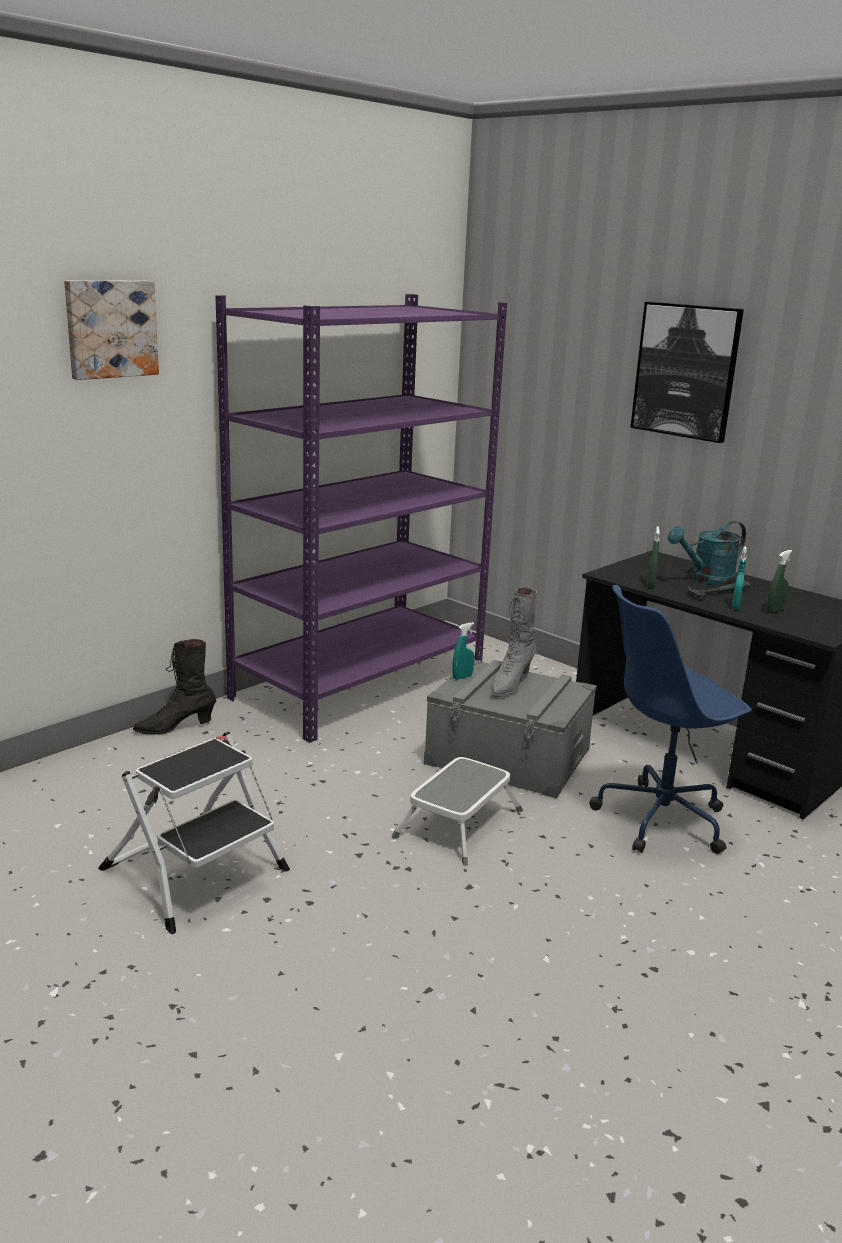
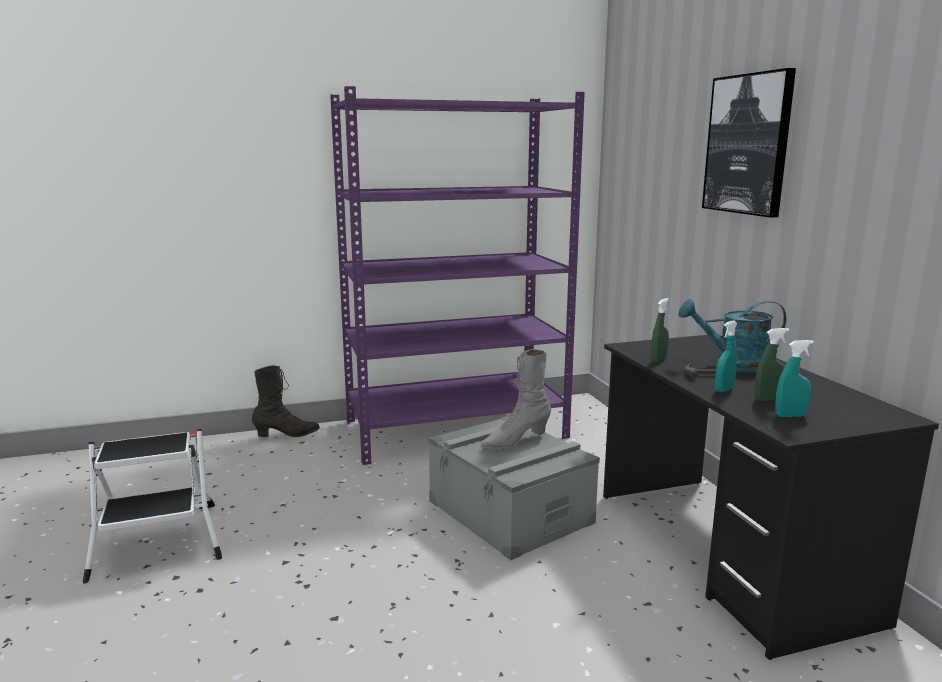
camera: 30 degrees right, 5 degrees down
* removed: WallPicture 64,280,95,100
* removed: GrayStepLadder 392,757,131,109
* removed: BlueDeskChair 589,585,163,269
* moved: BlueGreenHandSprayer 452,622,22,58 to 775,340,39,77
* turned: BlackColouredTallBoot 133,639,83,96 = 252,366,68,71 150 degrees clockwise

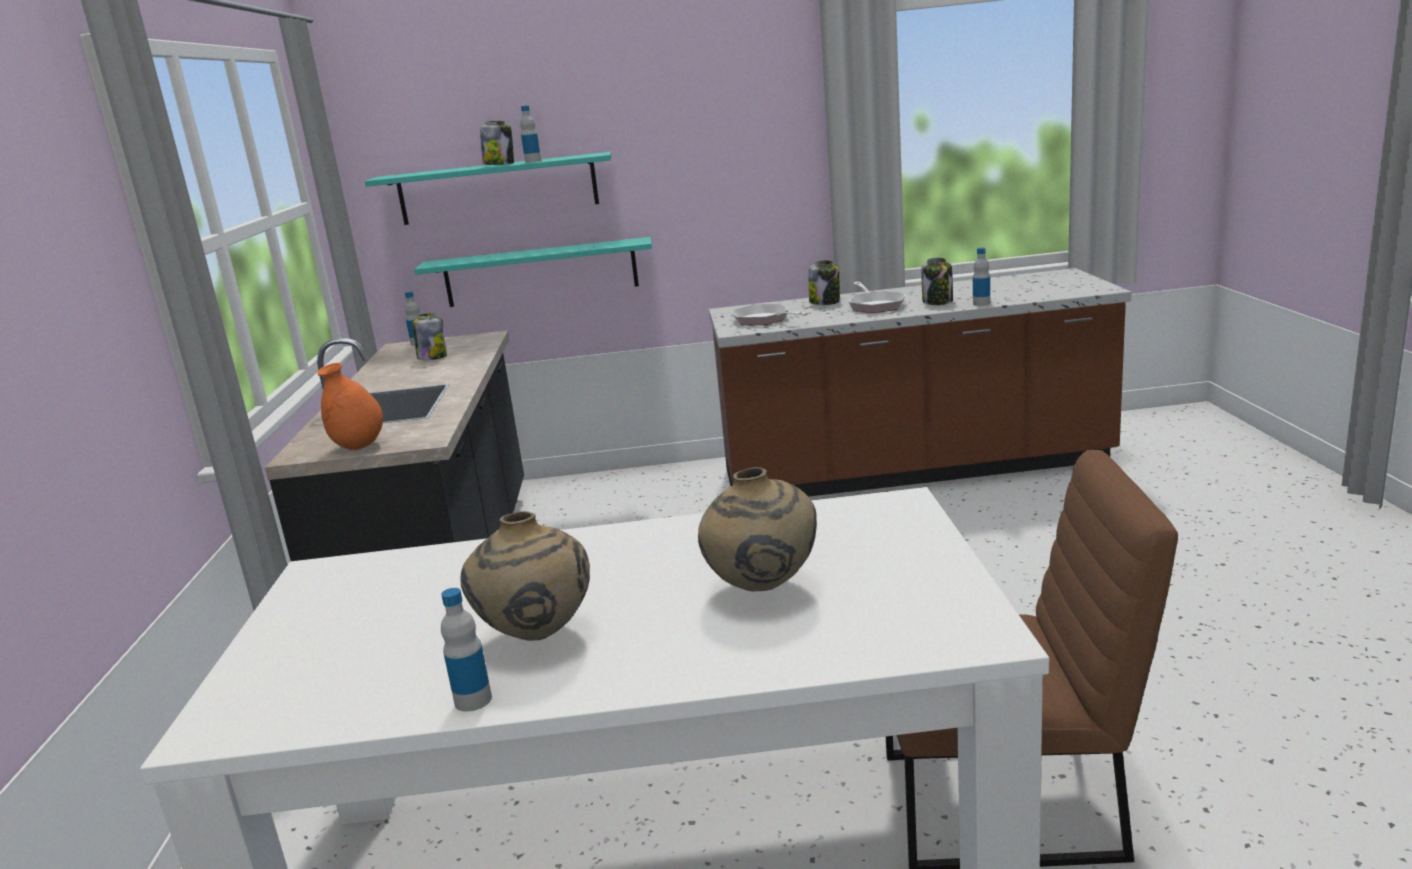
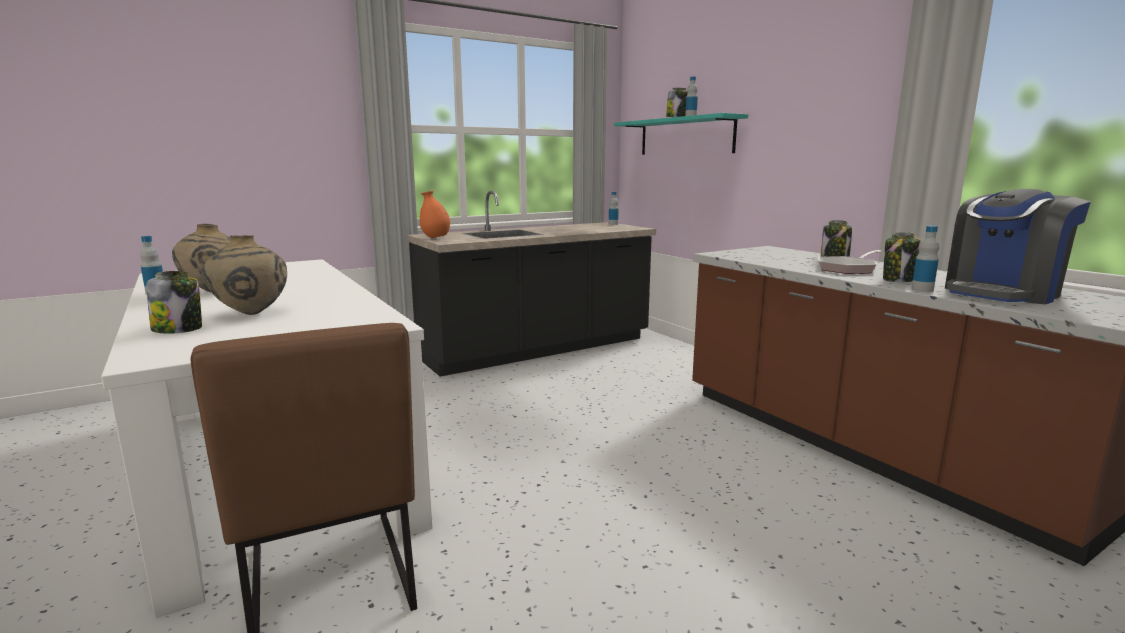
camera: 60 degrees right, 5 degrees down
* removed: BlueGreenWallShelf 414,237,238,70
* removed: Skillet 732,304,76,21
* added: CoffeeMaker 945,189,146,115
* moved: PreserveJar 413,313,34,47 to 147,271,55,63

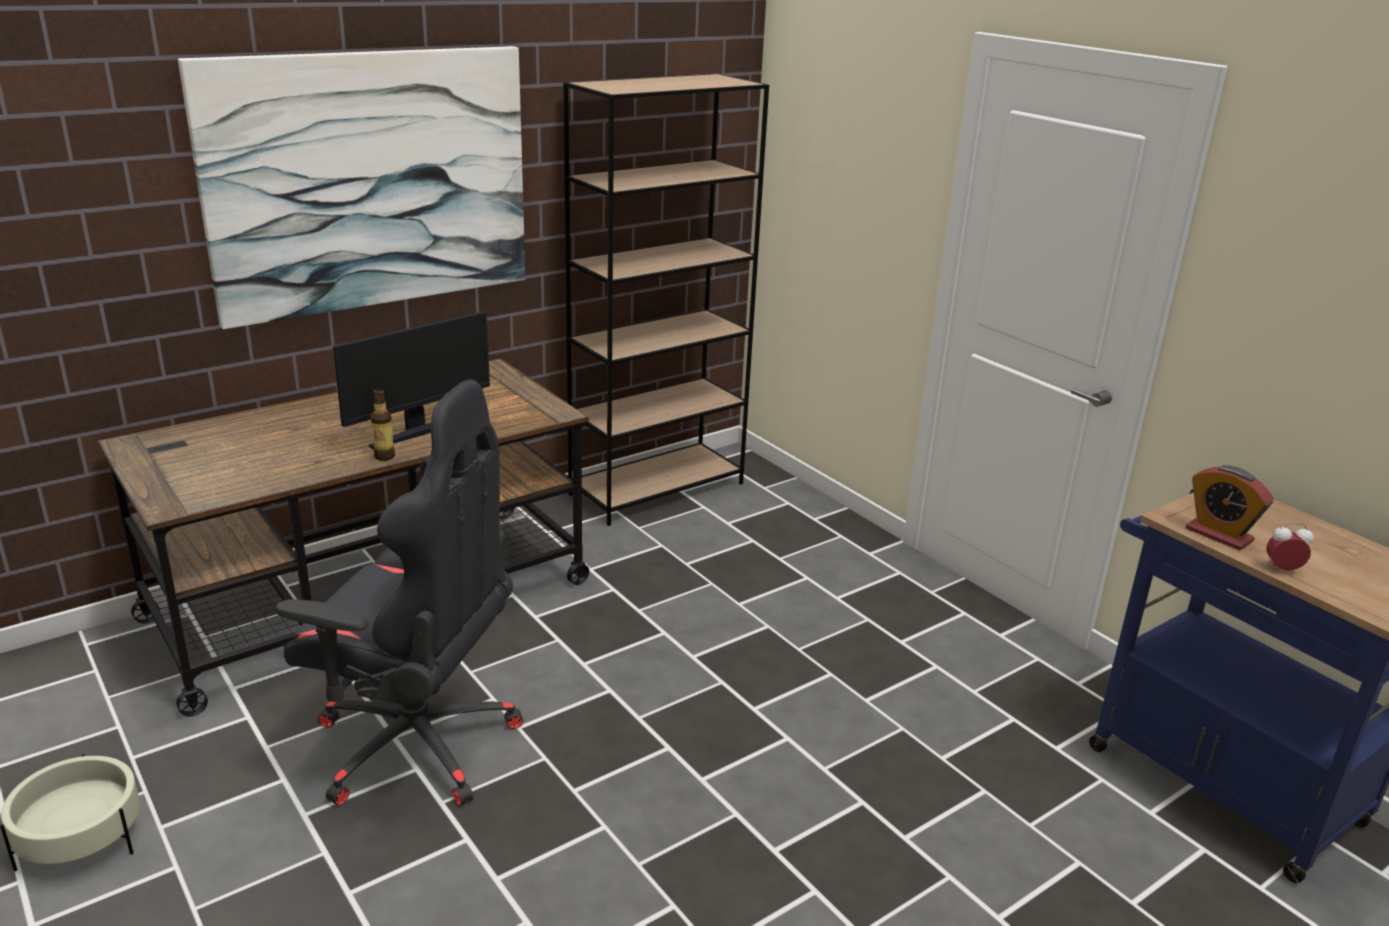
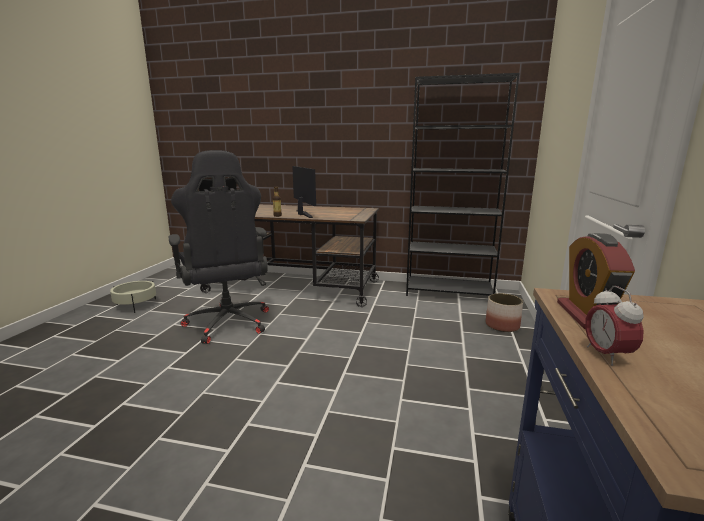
camera: 50 degrees right, 10 degrees down
* removed: WallPicture 178,46,347,283
* added: FlowerPot 486,293,37,39
* recoloured: SandColouredBookcase 563,73,206,453 to BlackColouredBookcase 406,73,114,223
* turned: ComputerDisplay 333,311,157,138 = 292,166,24,52 120 degrees counterclockwise
* turned: BedsideClock 1266,523,48,48 = 585,286,59,80 150 degrees counterclockwise

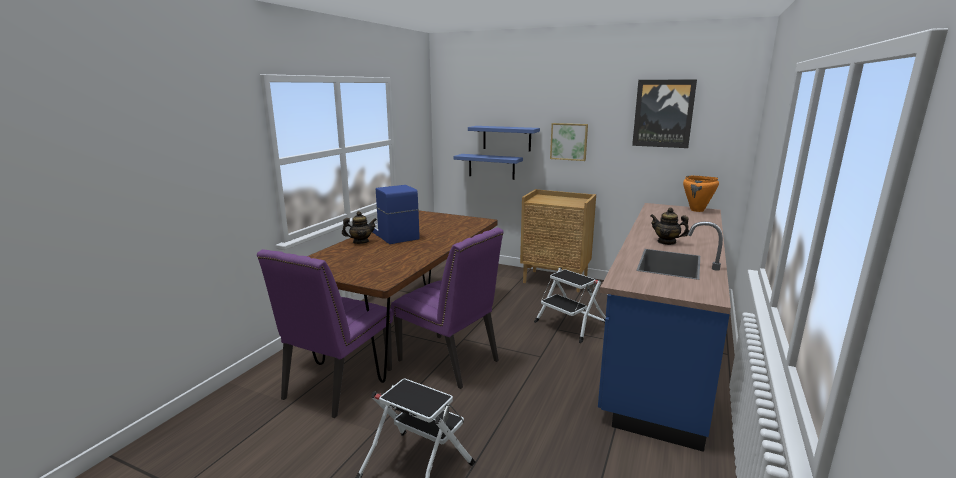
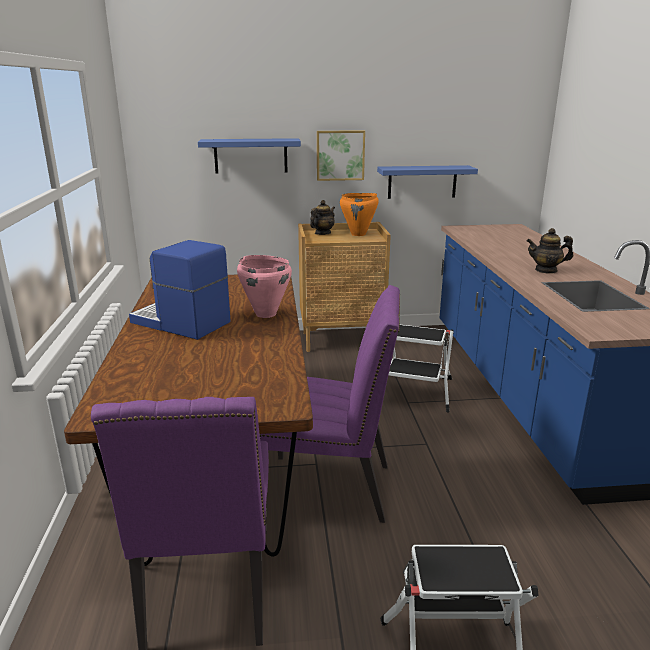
camera: 30 degrees left, 5 degrees up
* removed: WallPicture 632,79,65,69
* added: PinkColouredCookingPot 237,255,55,63
* moved: PotForTea 342,211,35,33 to 310,200,25,35
* moved: BlueWallShelf 453,154,70,26 to 377,165,101,34
* moved: OrangeCookingPot 683,176,36,36 to 340,193,39,43

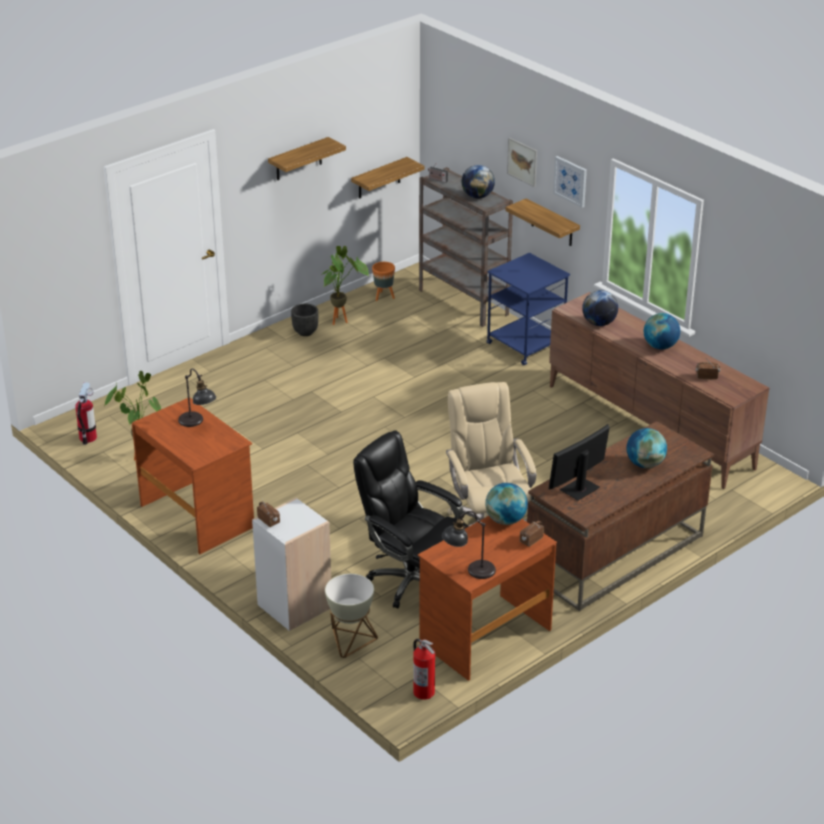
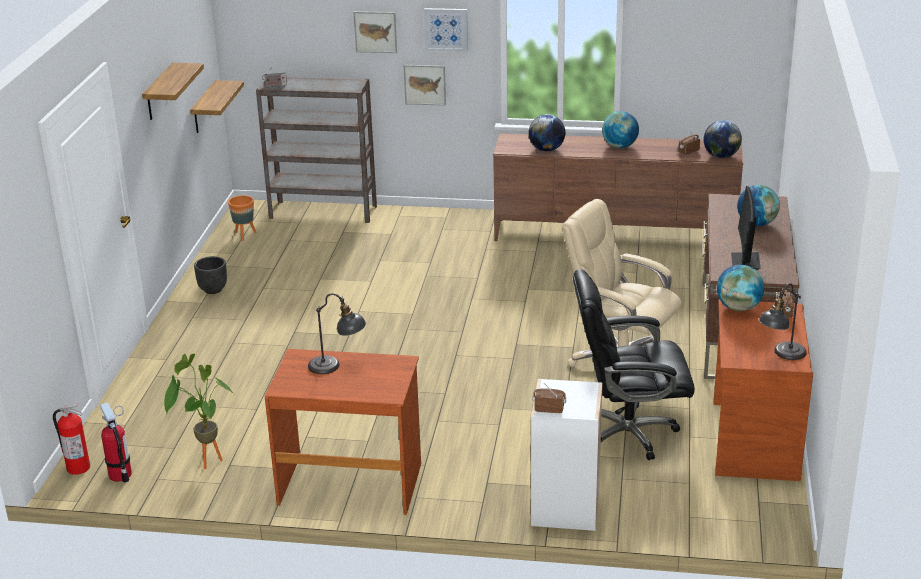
camera: 40 degrees left, 5 degrees down
* removed: PlantInAPot 321,246,48,79
* removed: FlowerPot 325,574,53,84
* removed: BlueCart 486,253,84,112
* moved: Extinguisher 413,639,22,61 to 53,404,37,71
* moved: Globe 462,165,33,34 to 704,120,38,38
* replaced: WallShelf 505,199,75,47 to WallPicture 403,65,43,41

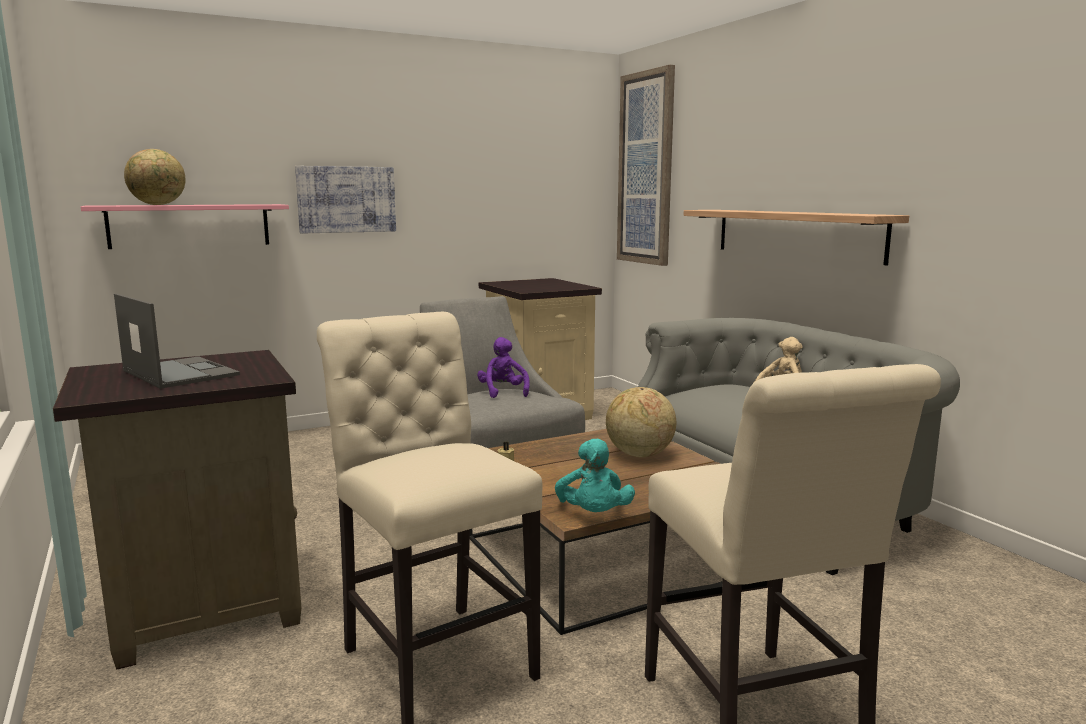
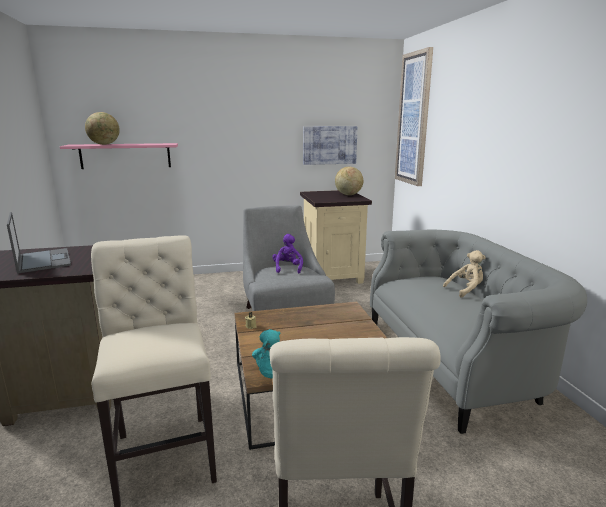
camera: 15 degrees right, 5 degrees up
* removed: WallShelf 683,210,226,55
* moved: WallPicture 295,166,101,68 to 303,126,55,39
* moved: Globe 606,387,70,70 to 335,167,28,28

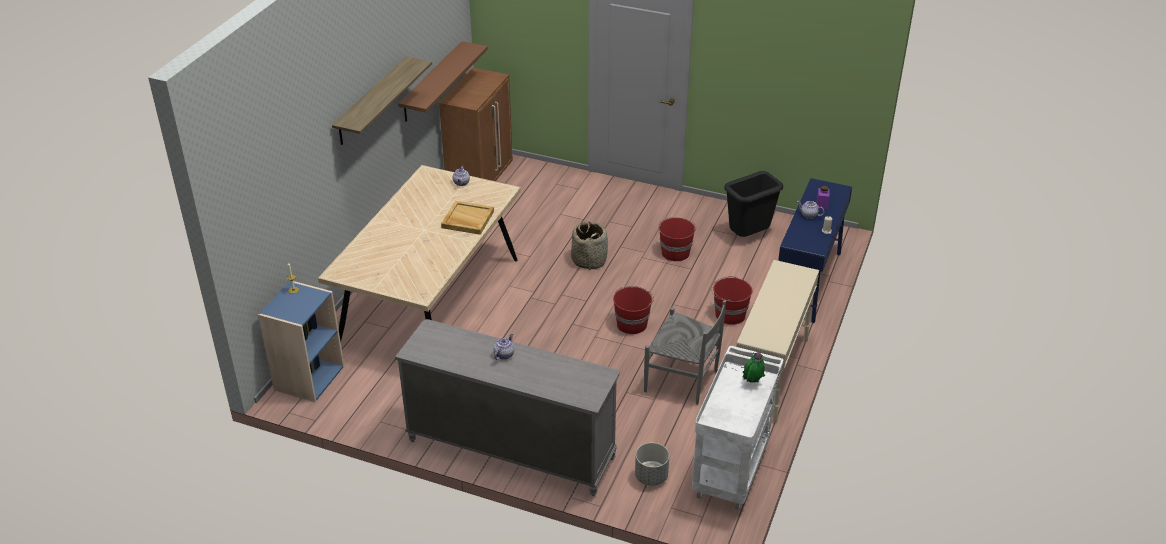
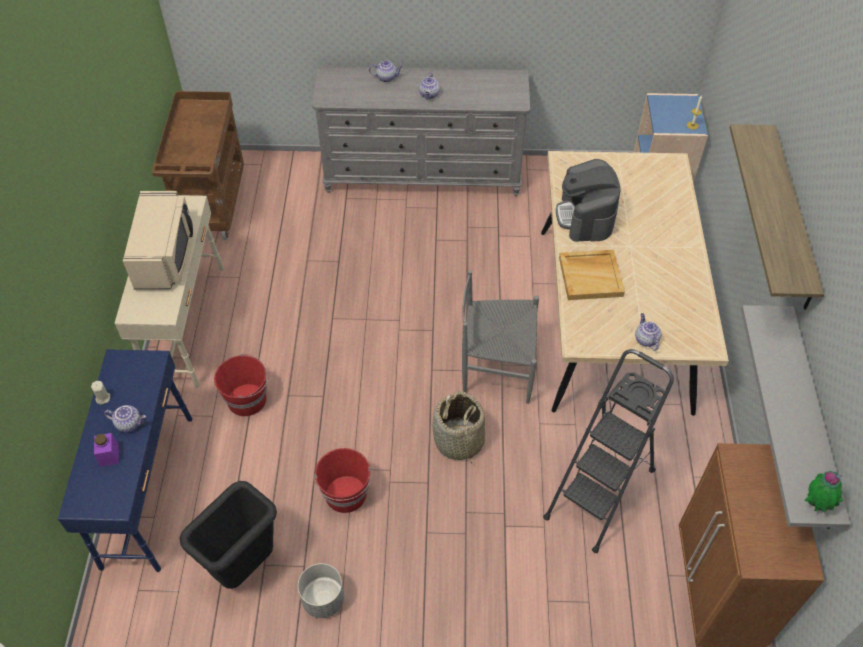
camera: 160 degrees right, 15 degrees up
* removed: ReddishBucket 613,286,41,48
* added: SandColouredMicrowaveOven 123,191,70,99
* added: PotForTea 369,60,34,22
* added: StepLadder 543,349,131,204
* added: CoffeeMaker 556,159,64,83
* moved: GrayFlowerPot 635,443,34,43 to 298,563,46,55
* moved: GrayUprightChair 644,300,82,105 to 462,270,77,134
* moved: PlantInAPot 743,352,22,31 to 805,471,38,42
* recoloured: BrownWallShelf 398,41,90,81 to GrayWallShelf 741,305,110,224
* recoloured: WhiteColouredCart 692,346,91,164 to BrownCart 152,91,92,149

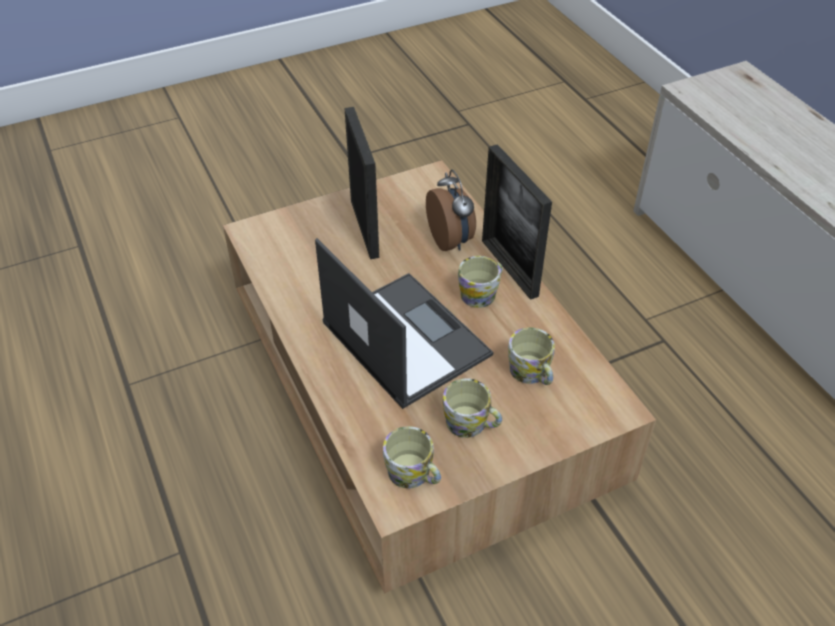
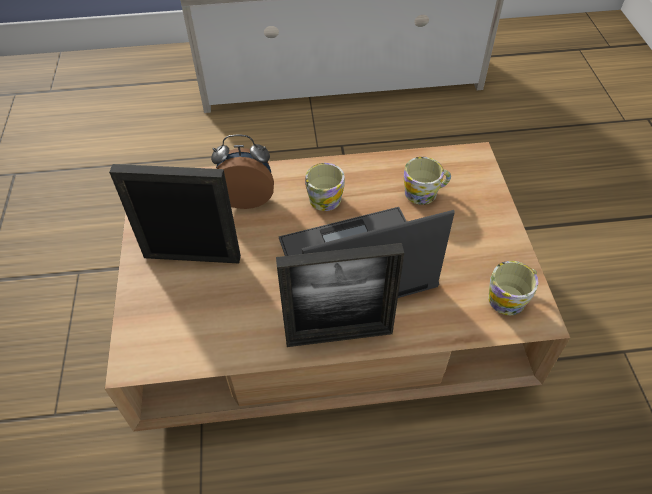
camera: 70 degrees left, 5 degrees up
* removed: TeaMug 443,378,59,60
* moved: PictureFrame 482,144,70,156 to 276,243,128,104

